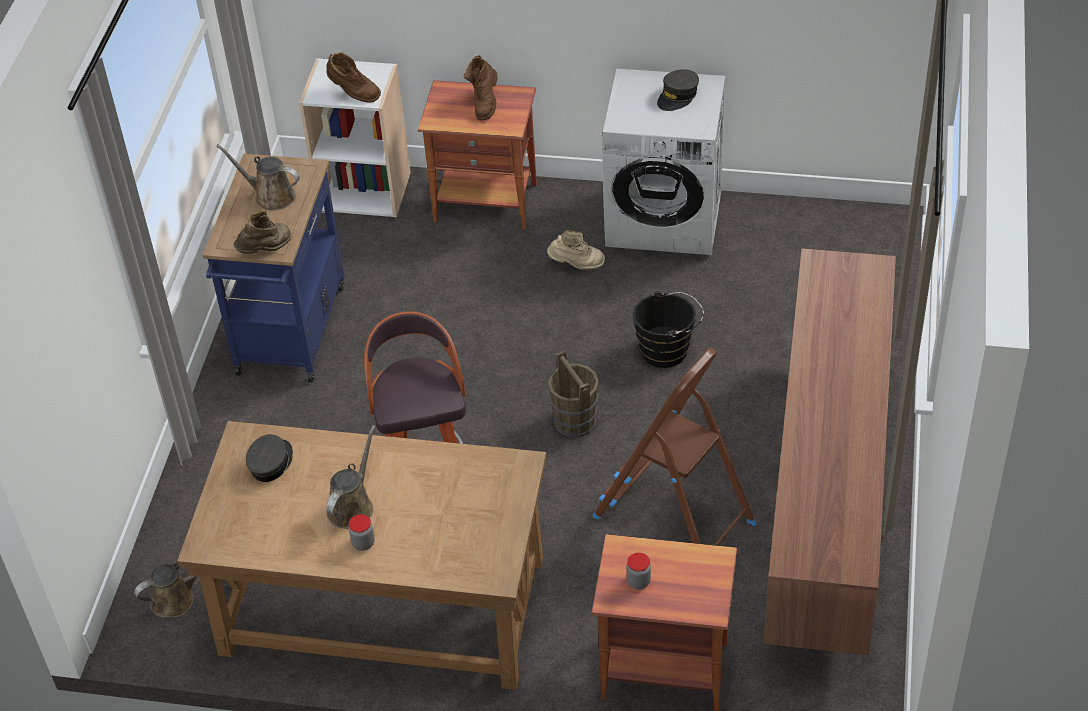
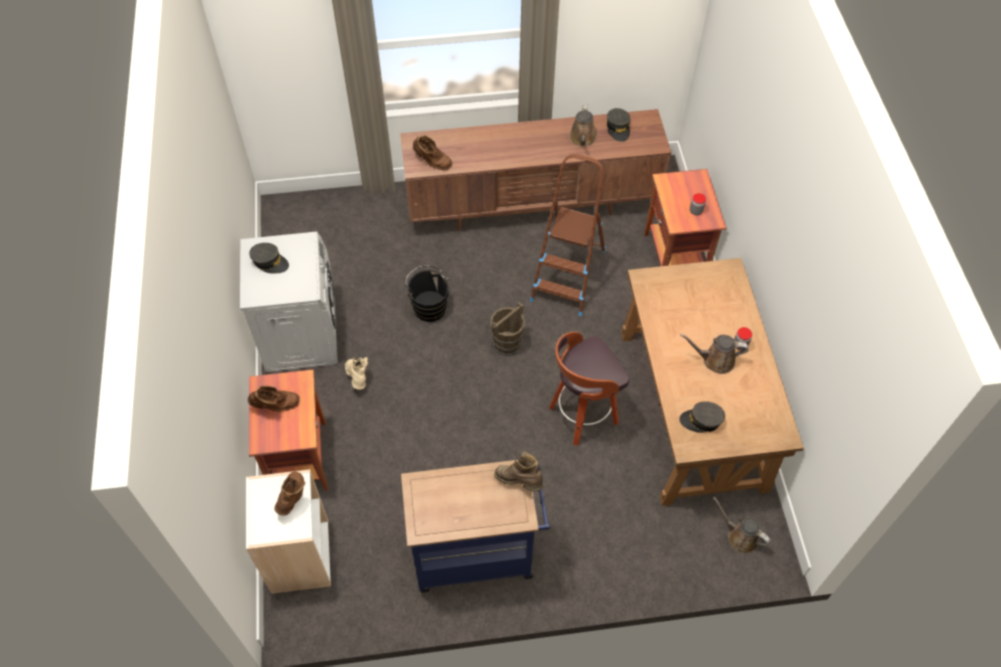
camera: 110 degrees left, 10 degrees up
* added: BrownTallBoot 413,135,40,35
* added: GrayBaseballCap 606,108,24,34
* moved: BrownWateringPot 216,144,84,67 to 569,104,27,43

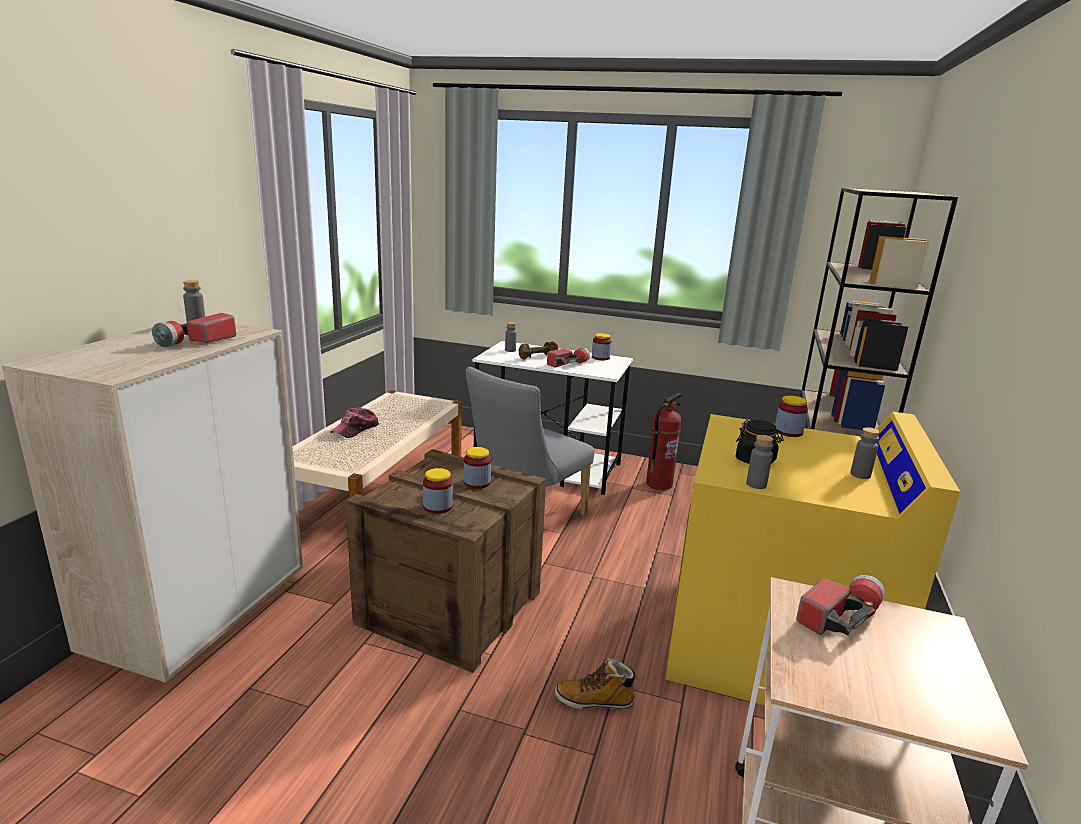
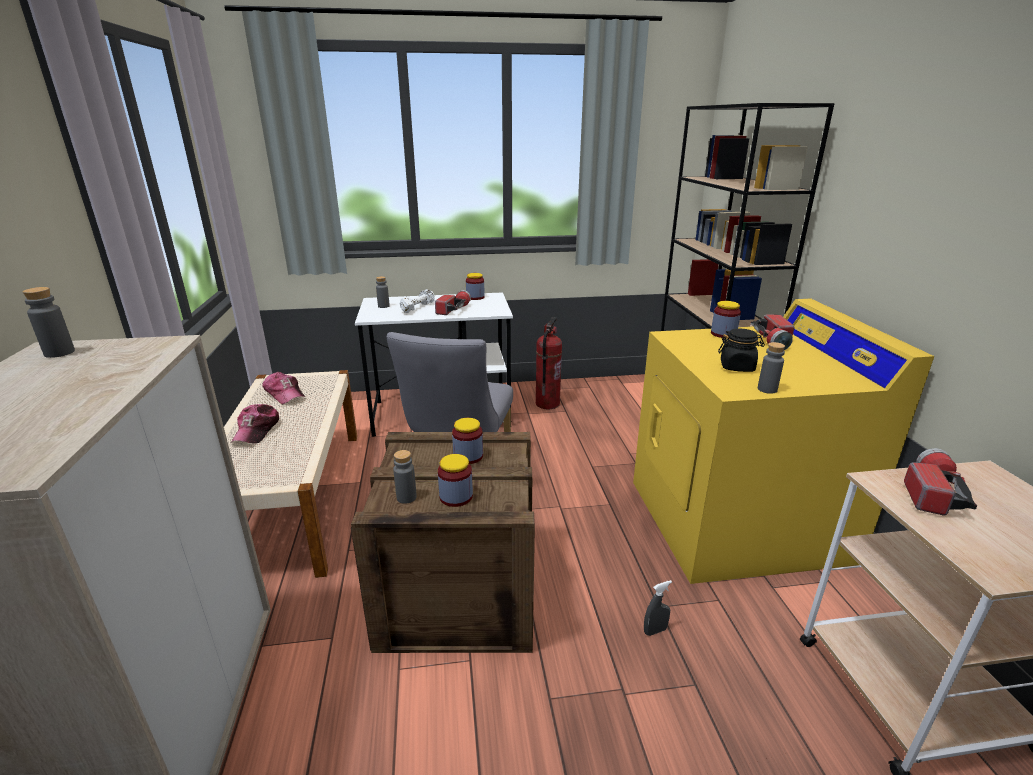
camera: 25 degrees left, 5 degrees up
* added: BaseballCap 262,372,43,32
* moved: Flashlight 152,313,84,35 to 750,314,45,36
* moved: GrayDrinkBottle 850,427,30,52 to 393,450,24,54
* replaced: TallBoot 555,658,84,52 to GrayHandSprayer 644,580,28,56
* recoloured: BrownHandWeight 518,341,40,18 to WhiteColouredHandWeight 400,289,35,24

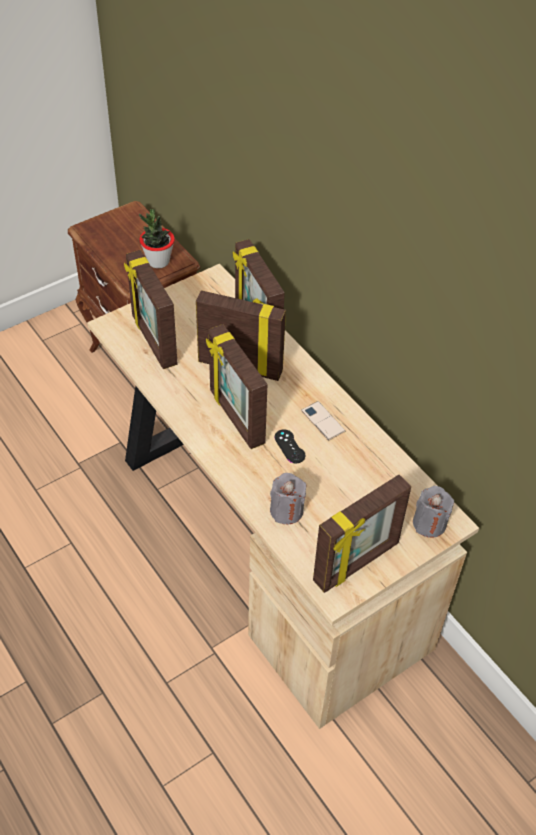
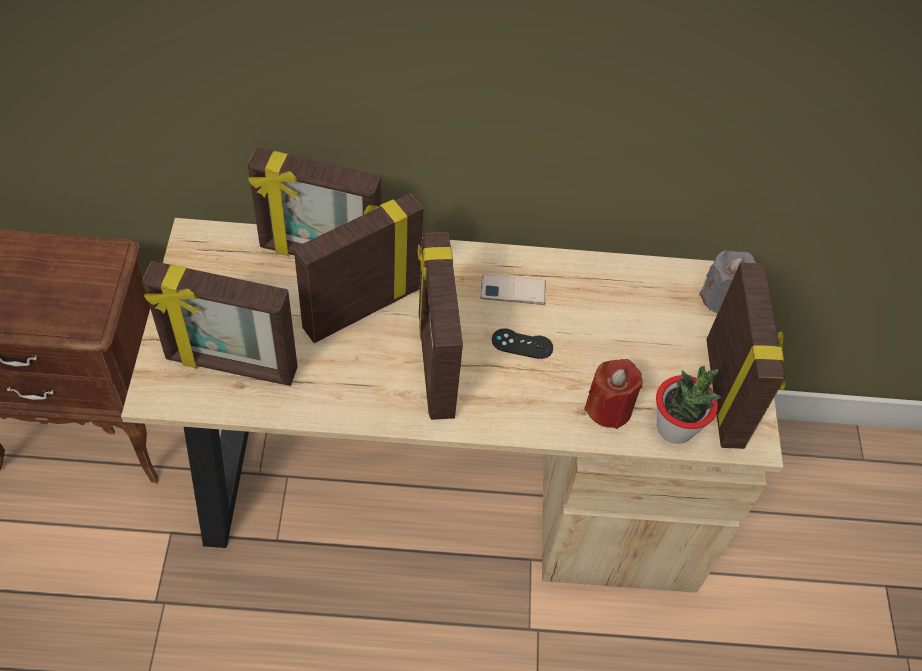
camera: 55 degrees left, 5 degrees up
* moved: PlantInAPot 139,209,36,60 to 656,366,66,78
* recoloured: GrayWaxLight 270,473,36,52 to ReddishWaxLight 584,359,59,70
* turned: PictureFrame 206,324,61,125 = 418,232,45,188 75 degrees clockwise

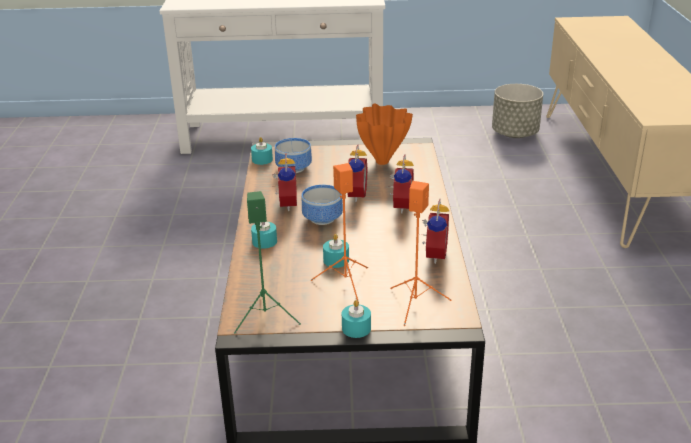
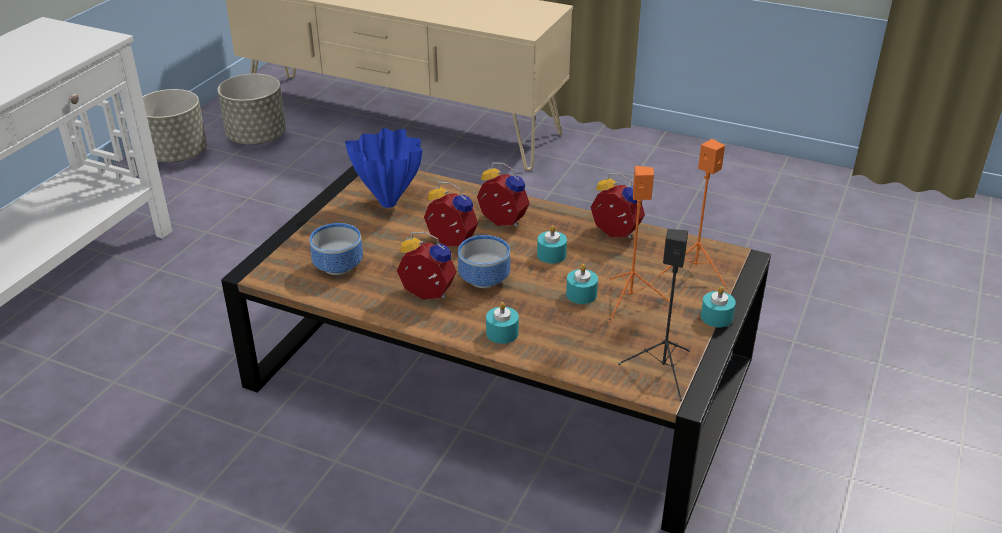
camera: 65 degrees left, 5 degrees up
* added: GrayFlowerPot 142,89,65,73
* moved: BlueGreenWaxLight 251,137,22,28 to 537,225,30,39
* recoloured: GreenishLoudspeaker 234,191,67,142 to BlackColouredLoudspeaker 618,229,72,172
* recoloured: OrangeFlowerVase 356,103,57,62 to BlueFlowerVase 345,128,78,80

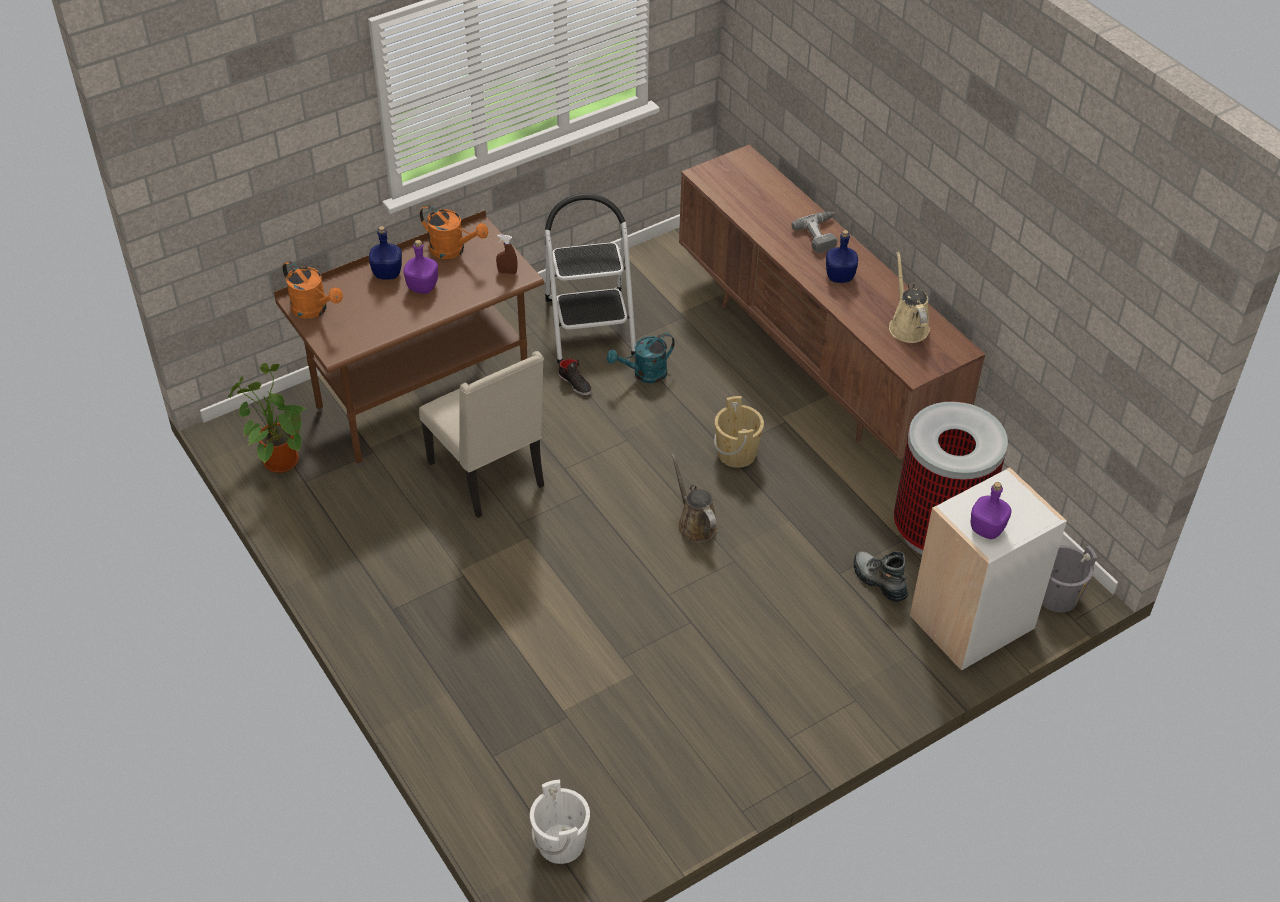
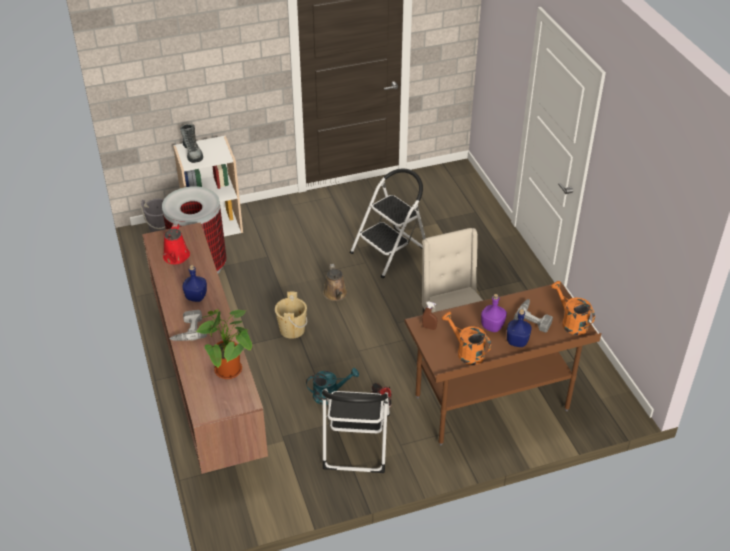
camera: 165 degrees left, 5 degrees down
* removed: WhiteColouredBucket 530,780,60,84
* removed: PurplishDrinkBottle 971,482,41,57
* added: StepLadder 349,169,77,109
* added: PowerDrill 513,299,40,34
* moved: PlantInAPot 228,363,79,110 to 196,309,56,70
* moved: TallBoot 854,551,54,51 to 180,124,23,39
* recoloured: SandColouredWateringPot 889,252,41,91 to ReddishWateringPot 163,223,27,41

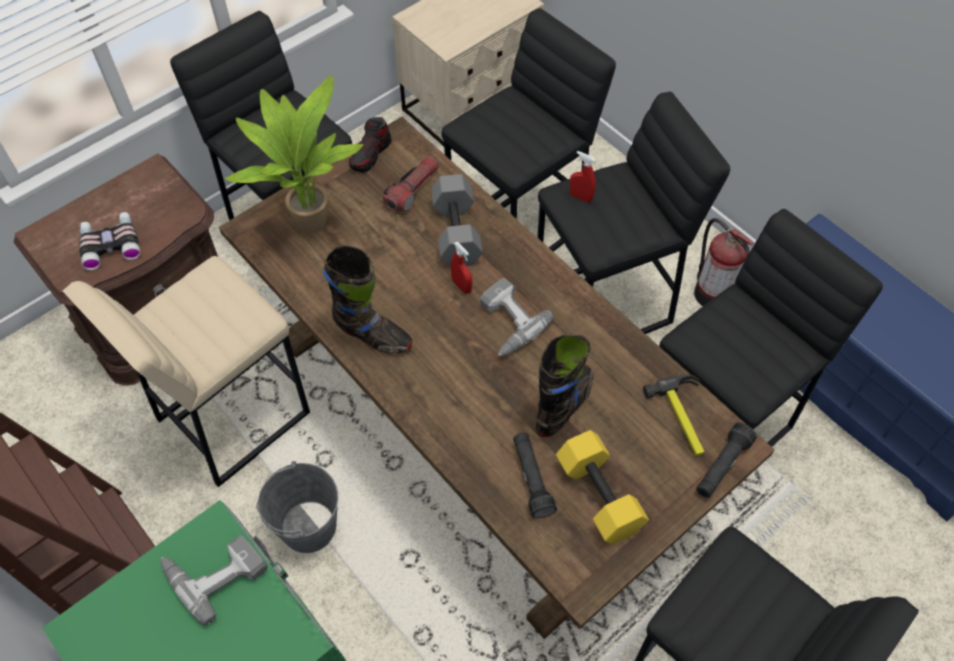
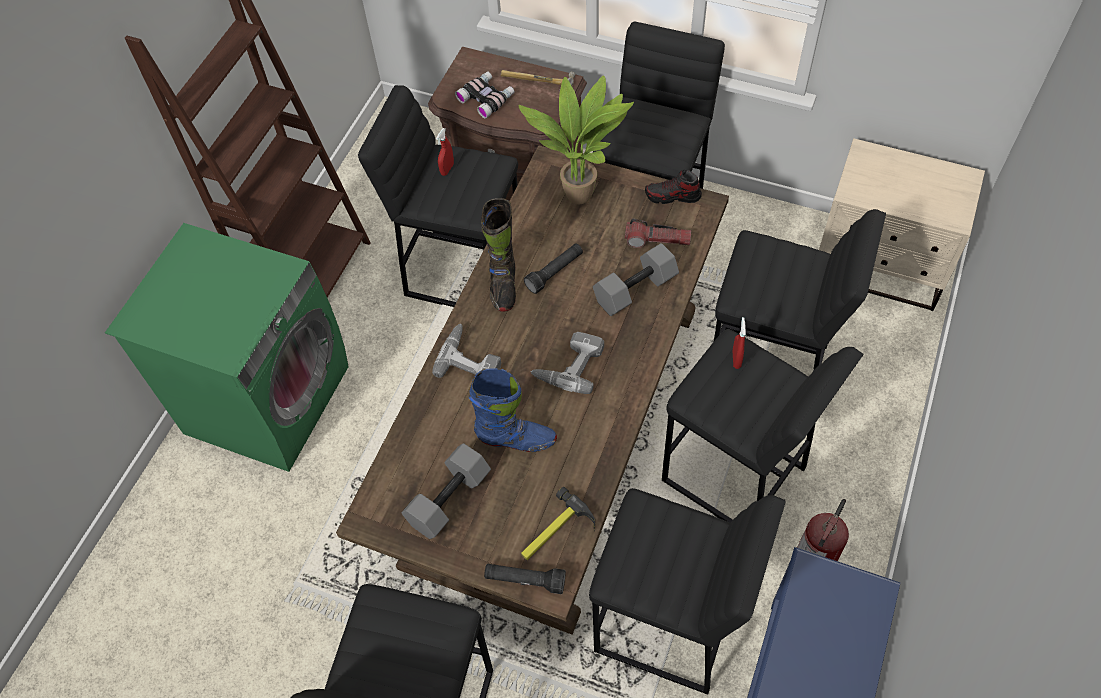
camera: 65 degrees right, 0 degrees up
* removed: GrayBucket 256,461,82,92
* added: Hammer 501,70,74,22
* moved: PowerDrill 160,535,108,90 to 432,324,69,54
* moved: ReddishHandSprayer 451,242,21,52 to 436,128,18,48
* moved: BlackColouredFlashlight 513,433,44,85 to 524,243,59,51
* recoloured: SandColouredStool 62,256,248,231 to BlackColouredStool 358,85,160,222
* recoloured: BlackColouredTallBoot 536,334,57,103 to BlueTallBoot 469,368,88,84
* recoloured: YellowColouredHandWeight 556,430,93,114 to GrayHandWeight 401,443,90,96

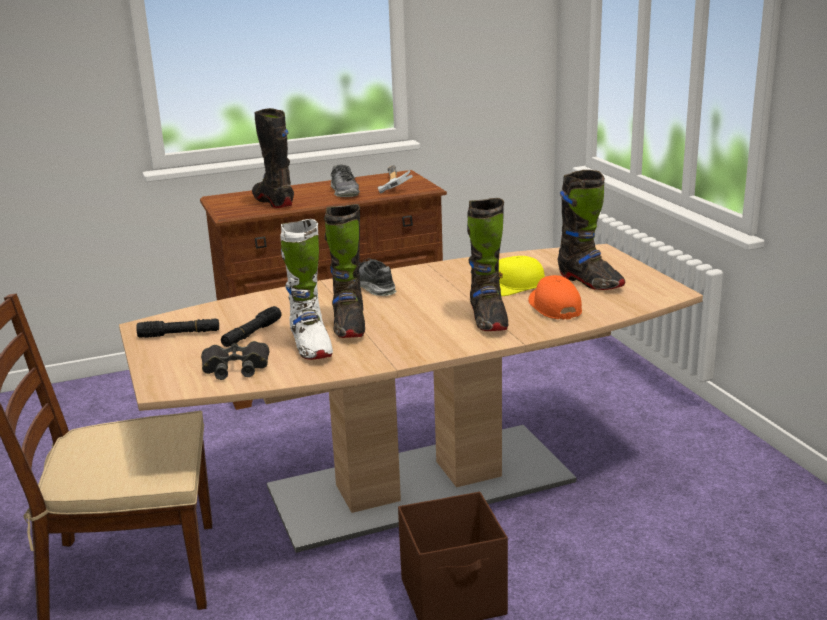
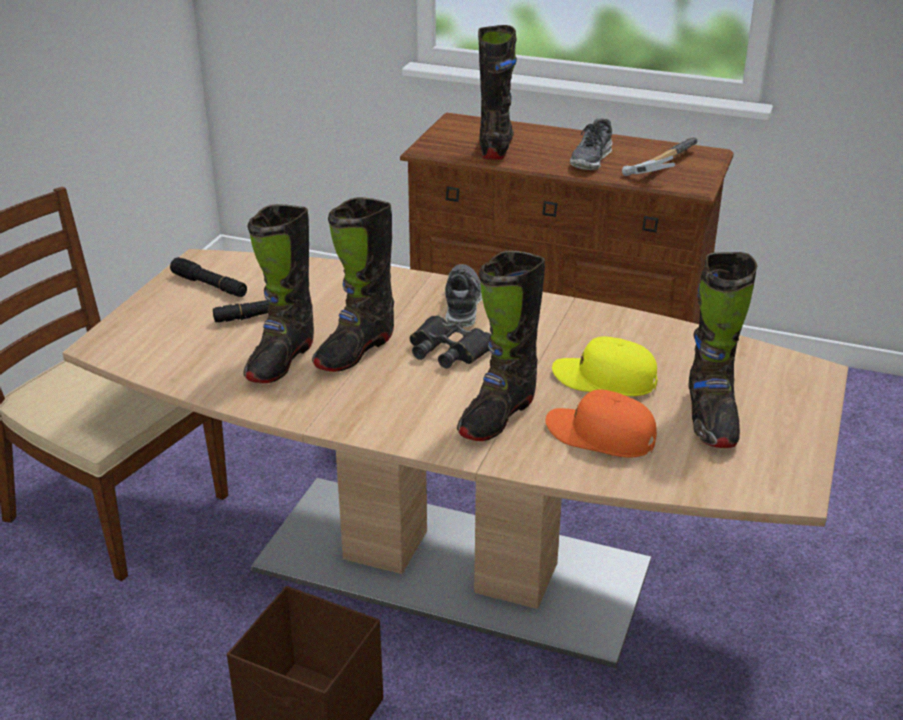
camera: 40 degrees right, 10 degrees up
* moved: BlackColouredPairOfBinoculars 201,341,68,39 to 410,316,81,53
* recoloured: WhiteColouredTallBoot 280,219,53,141 to BlackColouredTallBoot 243,204,71,179
* turned: OrangeBaseballCap 528,275,54,45 = 545,390,112,68 90 degrees counterclockwise

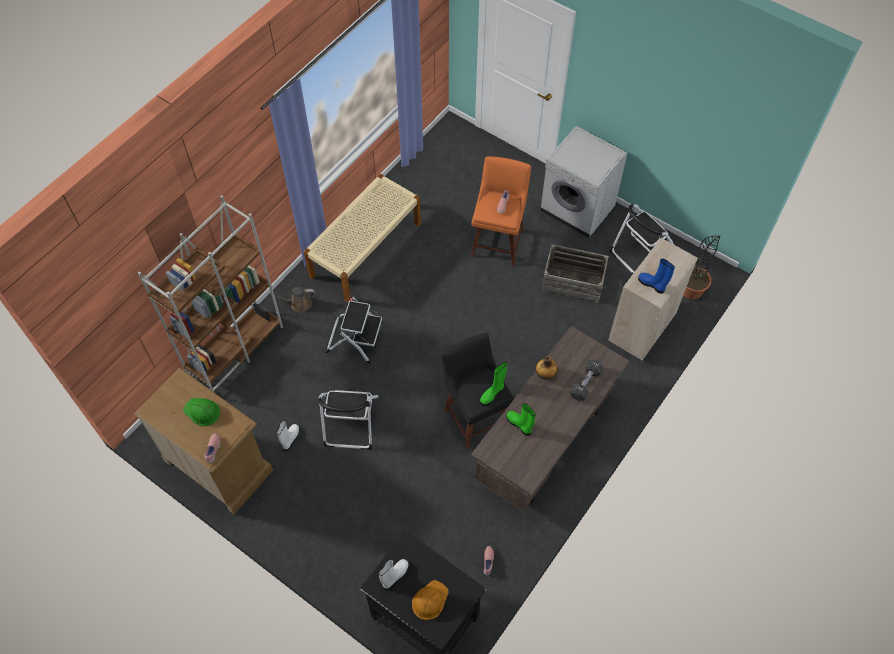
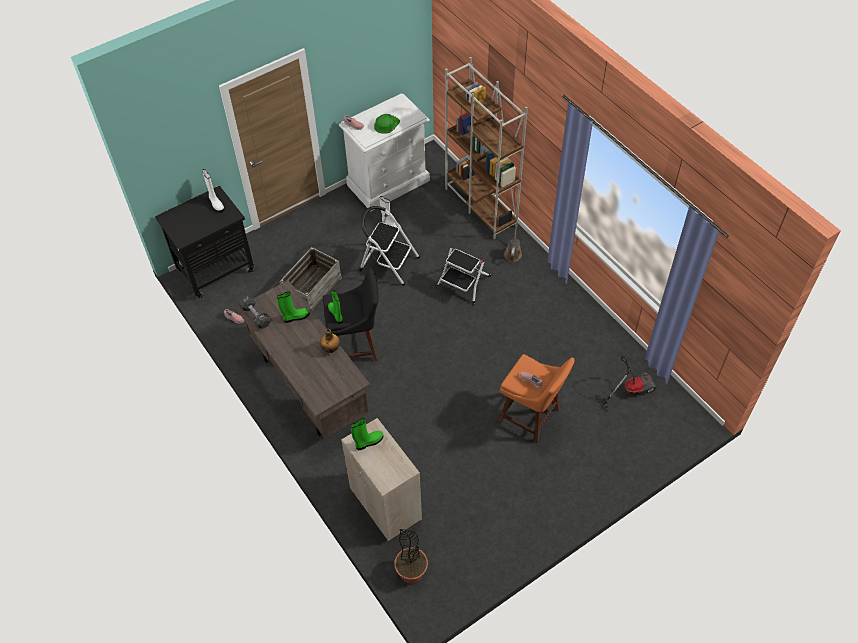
camera: 110 degrees right, 5 degrees down
* removed: SandColouredIndoorBench 304,174,117,128
* removed: OrangeWorkHelmet 412,580,37,40
* removed: WhiteColouredLaundryAppliance 540,126,87,112
* removed: StepLadder 610,204,64,70
* added: Hoover 596,356,61,56
* moved: ShippingCrate 541,244,68,59 to 279,247,63,64
* moved: BlackColouredHandWeight 569,360,35,41 to 239,296,32,33
* recoloured: BrownDresser 134,368,139,146 to WhiteColouredDresser 339,93,91,119
* recoloured: BlueTallBoot 638,259,37,35 to GreenishTallBoot 351,418,32,32

